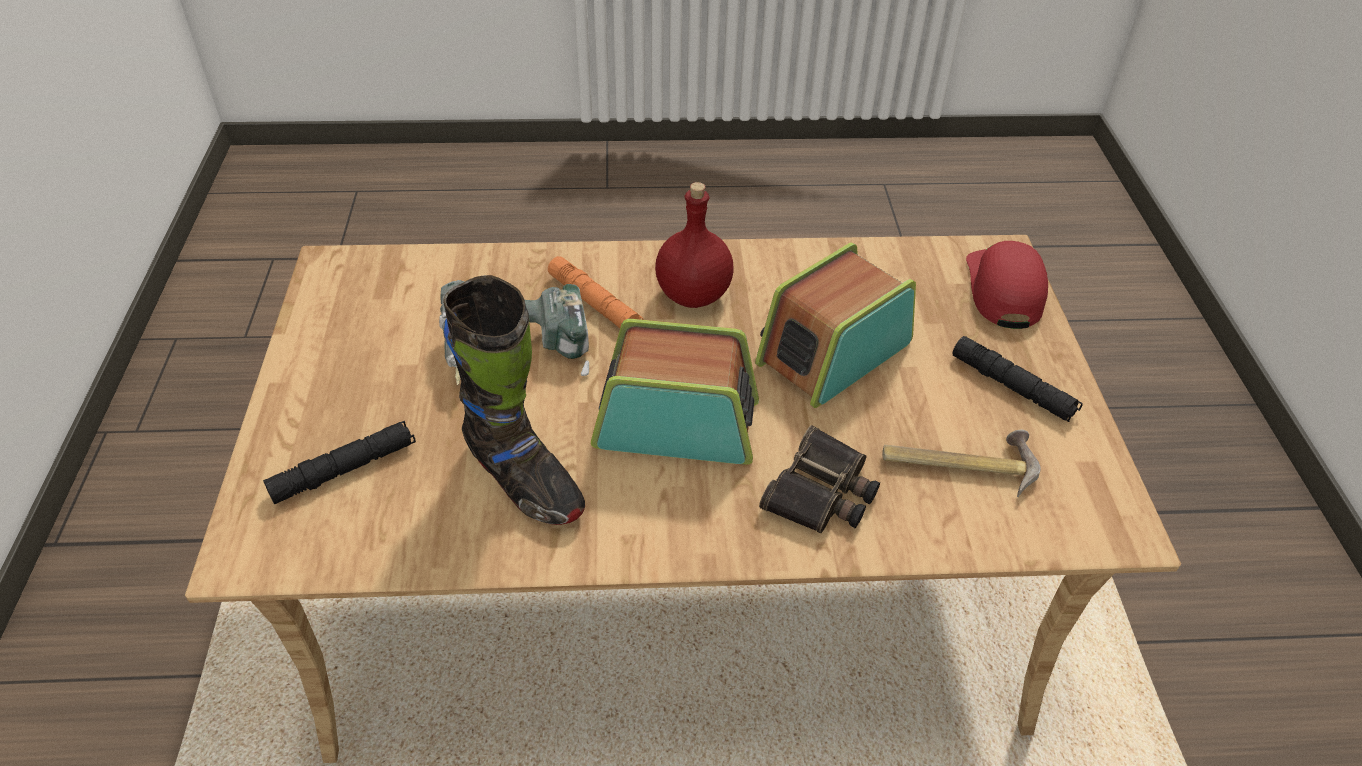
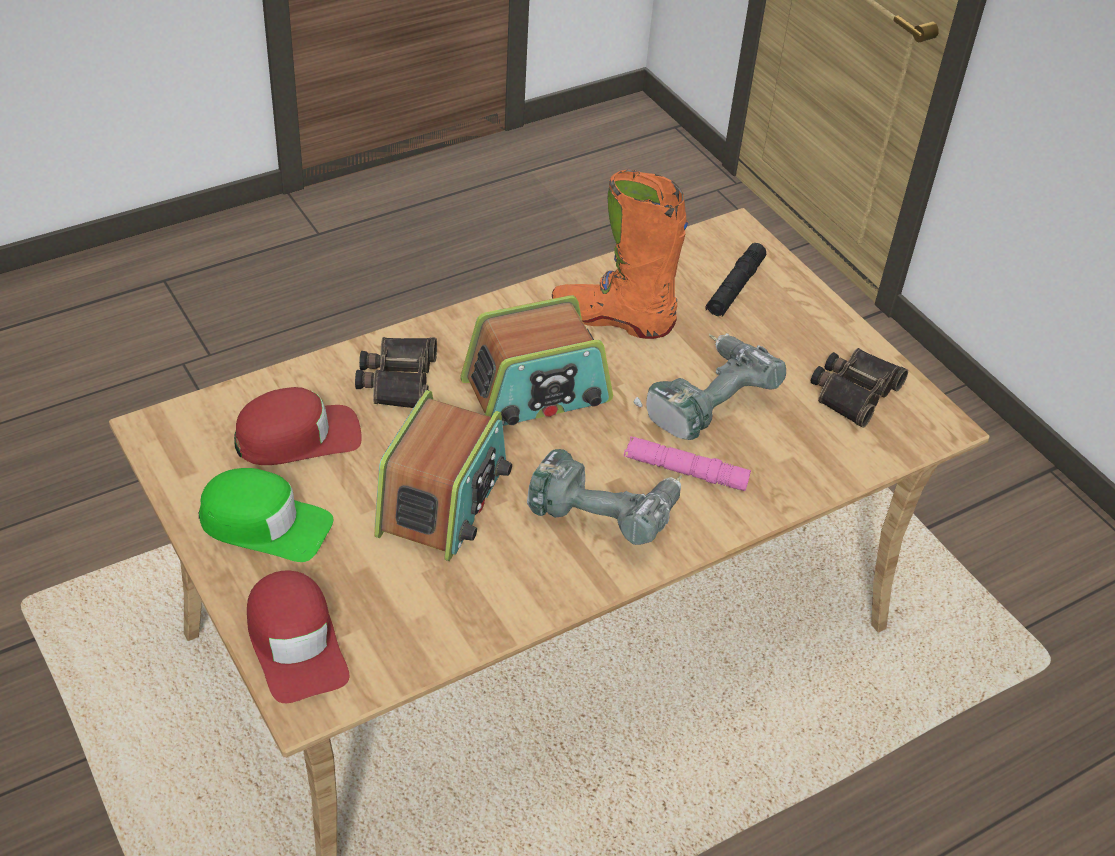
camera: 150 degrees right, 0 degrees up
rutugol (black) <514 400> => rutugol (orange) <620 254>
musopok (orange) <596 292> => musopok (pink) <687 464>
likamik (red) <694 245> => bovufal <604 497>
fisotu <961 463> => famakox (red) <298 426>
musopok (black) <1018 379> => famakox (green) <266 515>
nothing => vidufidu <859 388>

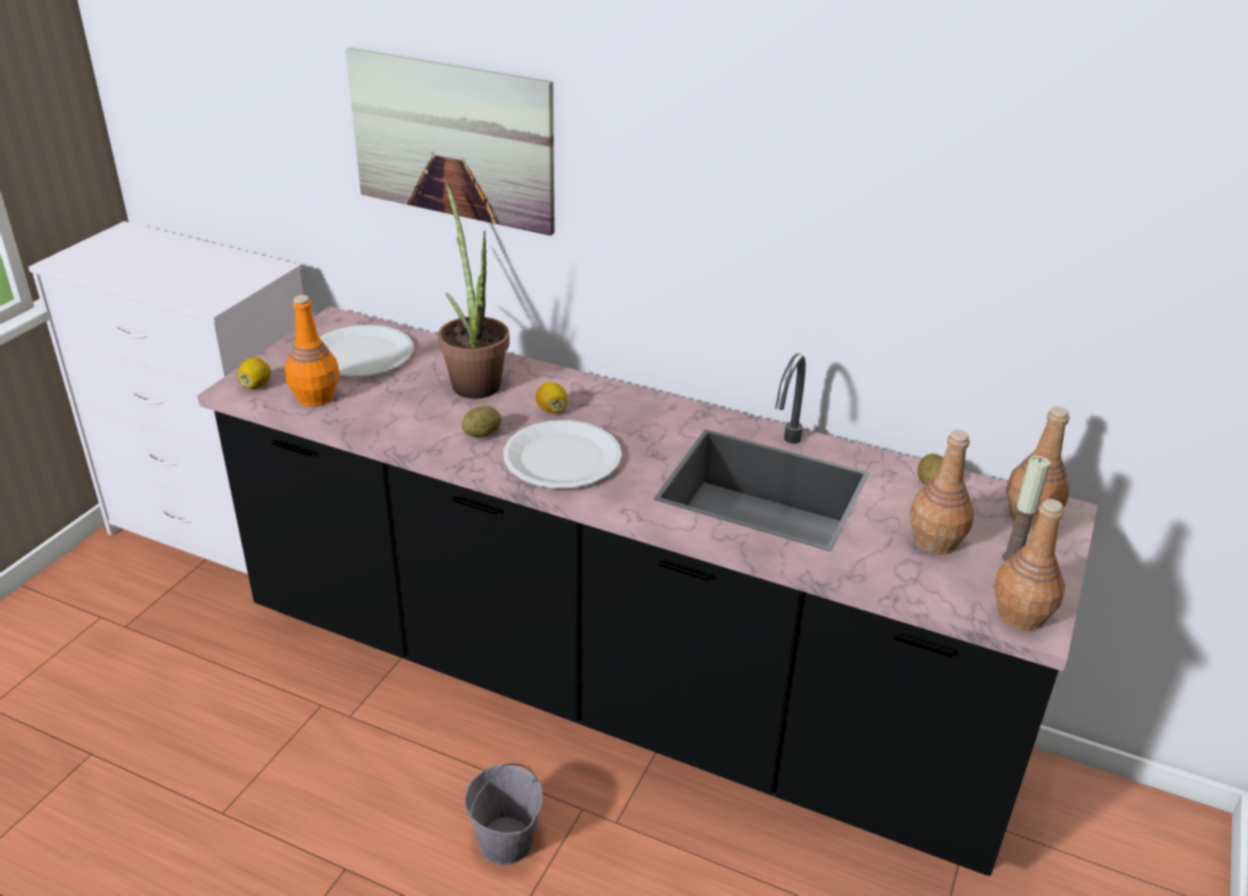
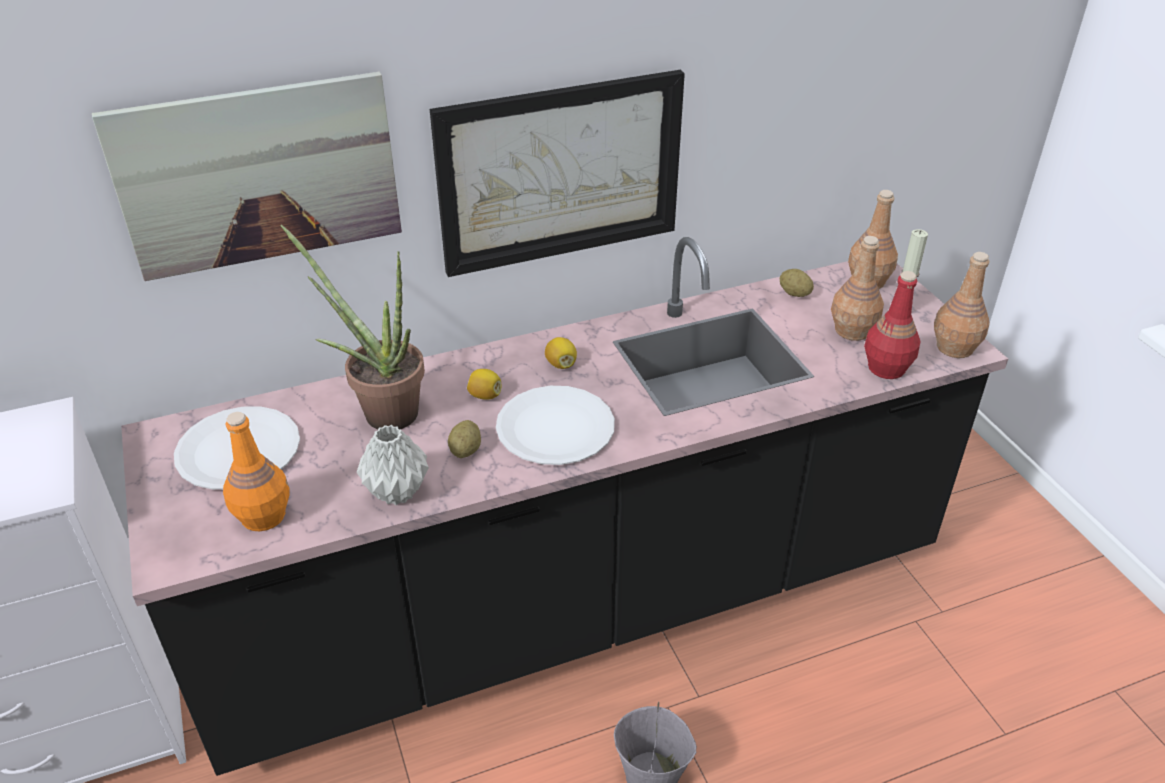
camera: 45 degrees left, 5 degrees up
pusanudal <254 373> => pusanudal <561 353>, shifted
nothing => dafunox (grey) <393 465>
nothing => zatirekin <557 173>
nothing => likamik (red) <892 325>

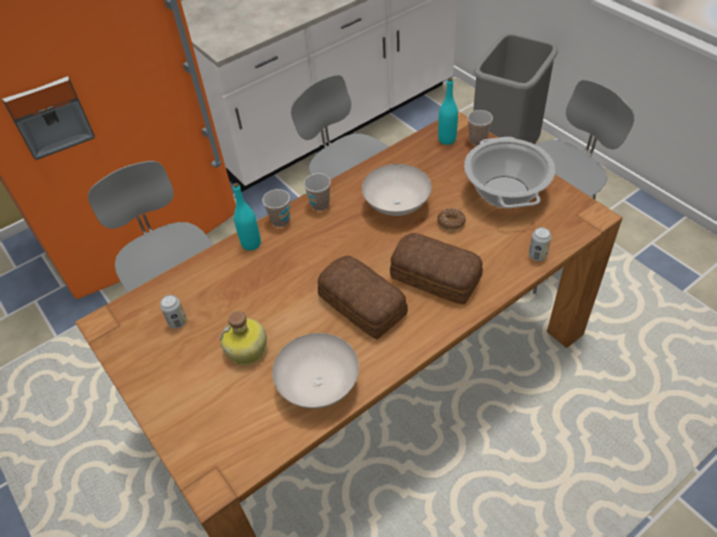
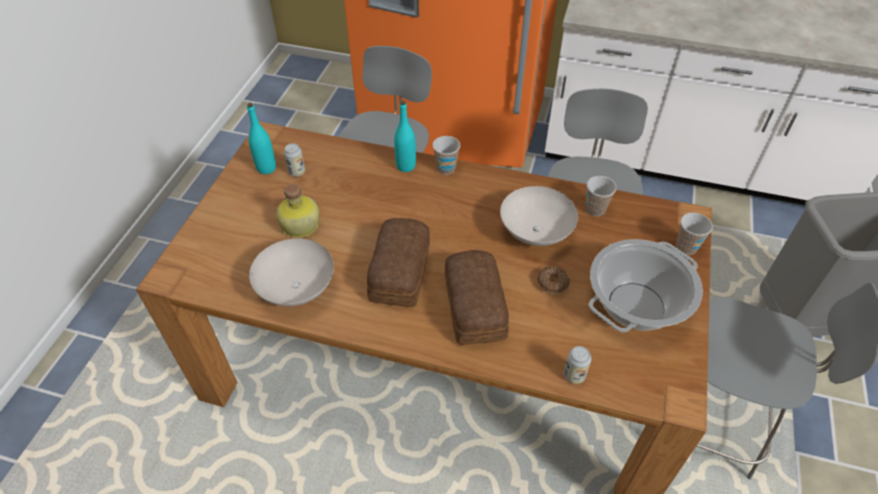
camera: 50 degrees right, 0 degrees up
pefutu <317 192> => pefutu <601 196>, shifted
likamik (turquoise) <448 111> => likamik (turquoise) <261 138>, shifted

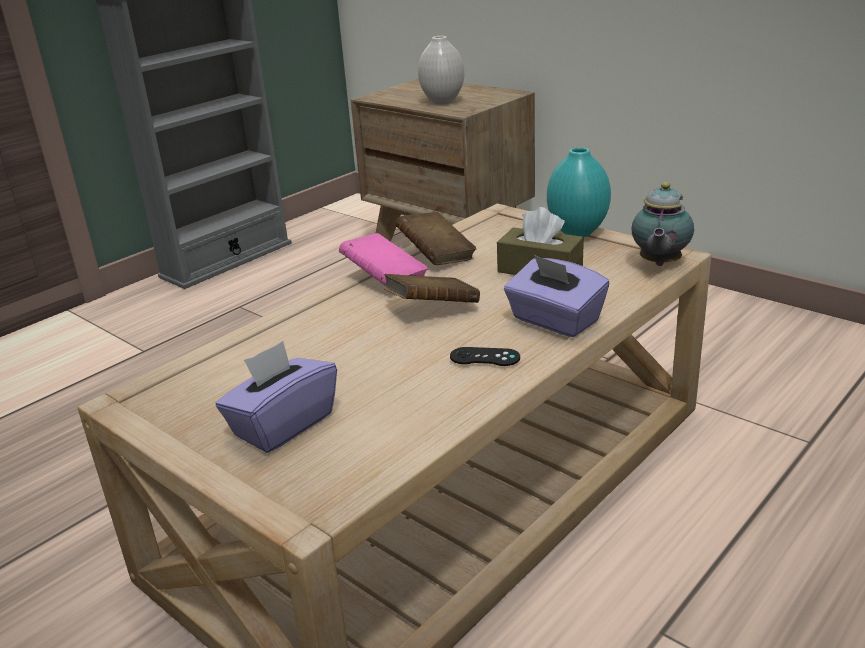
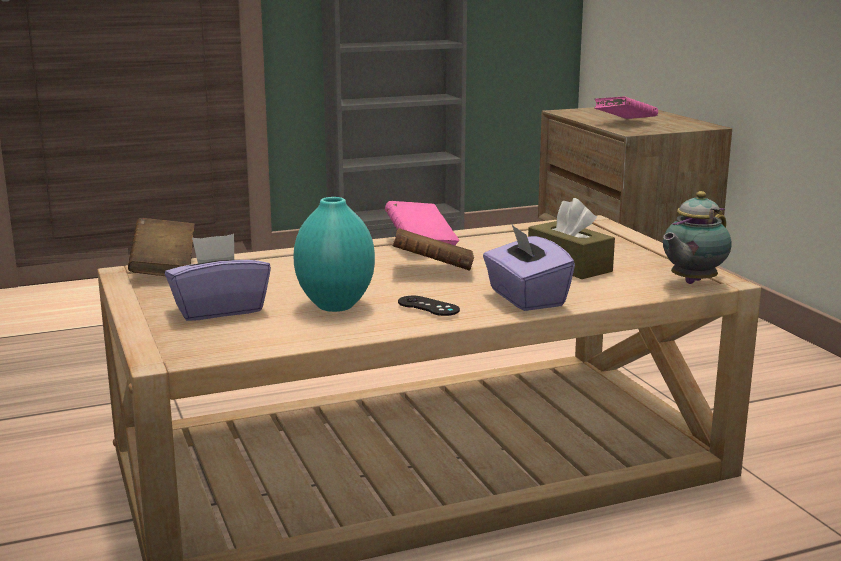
camera: 25 degrees right, 10 degrees down
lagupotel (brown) <435 238> => lagupotel (brown) <161 247>, shifted
dafunox (white) <441 70> => lagupotel (pink) <626 107>
dafunox (turquoise) <579 192> => dafunox (turquoise) <334 254>, shifted

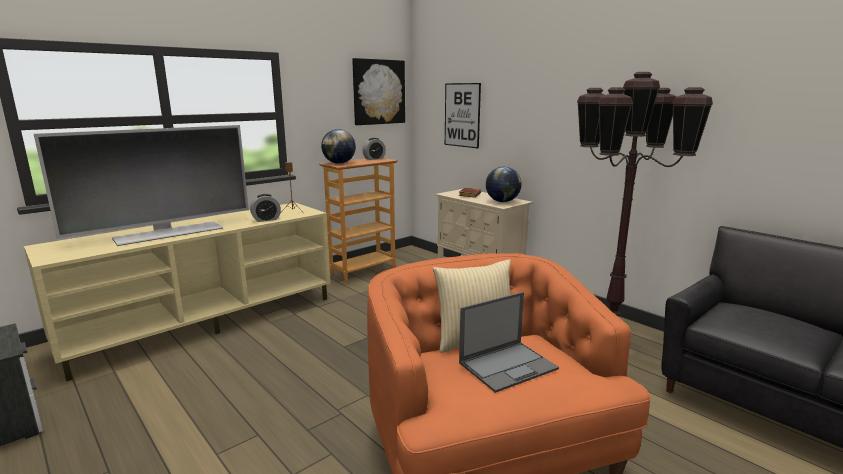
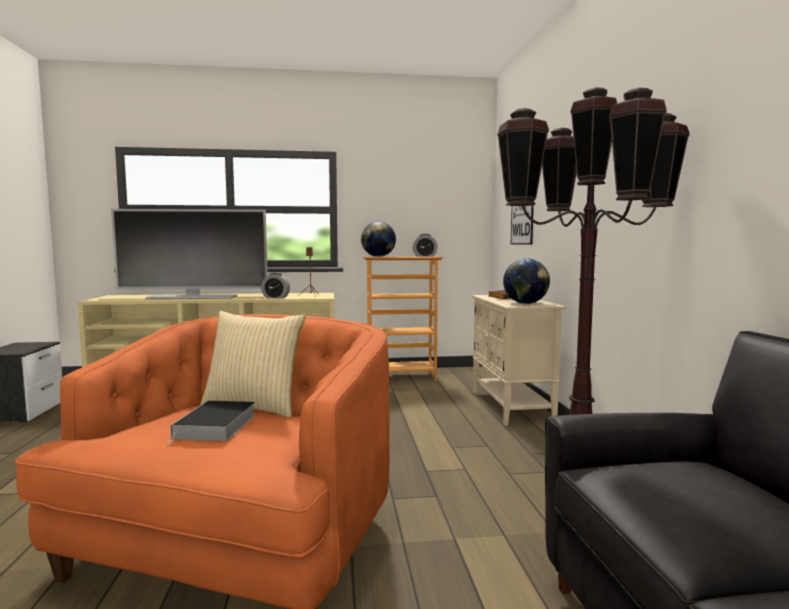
camera: 35 degrees right, 10 degrees down
zatirekin <378 91> => nothing
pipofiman <509 342> => lagupotel <211 423>

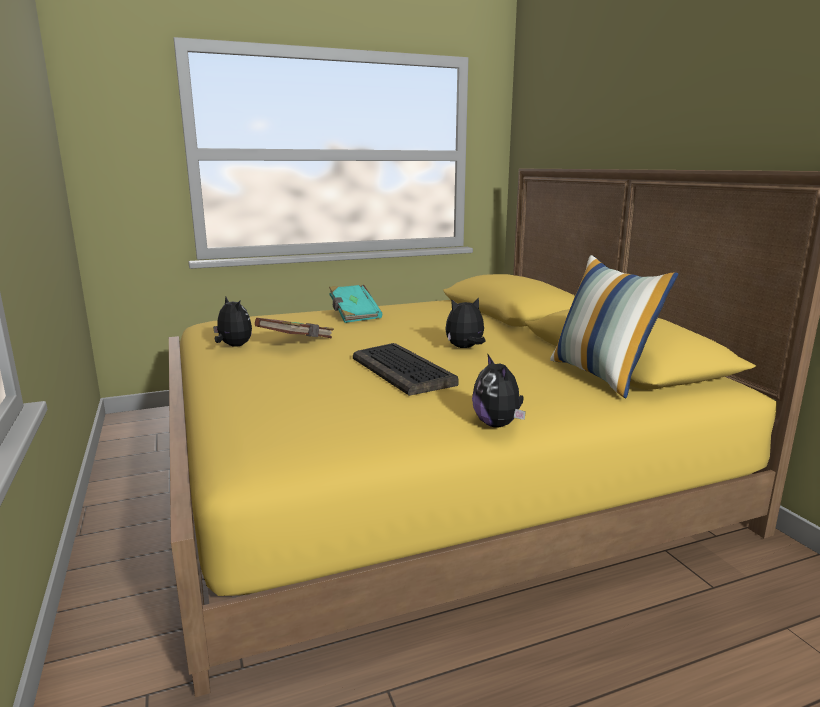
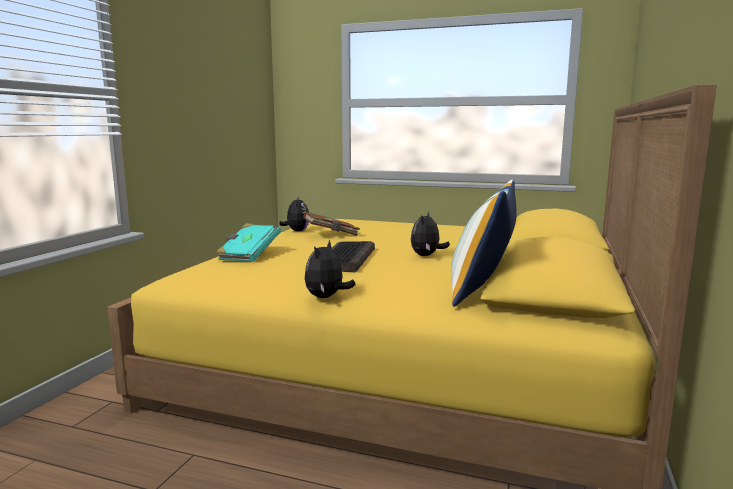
camera: 40 degrees right, 5 degrees down
lagupotel (turquoise) <355 304> => lagupotel (turquoise) <248 242>, shifted
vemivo <465 322> => vemivo <430 234>, 90 degrees counterclockwise

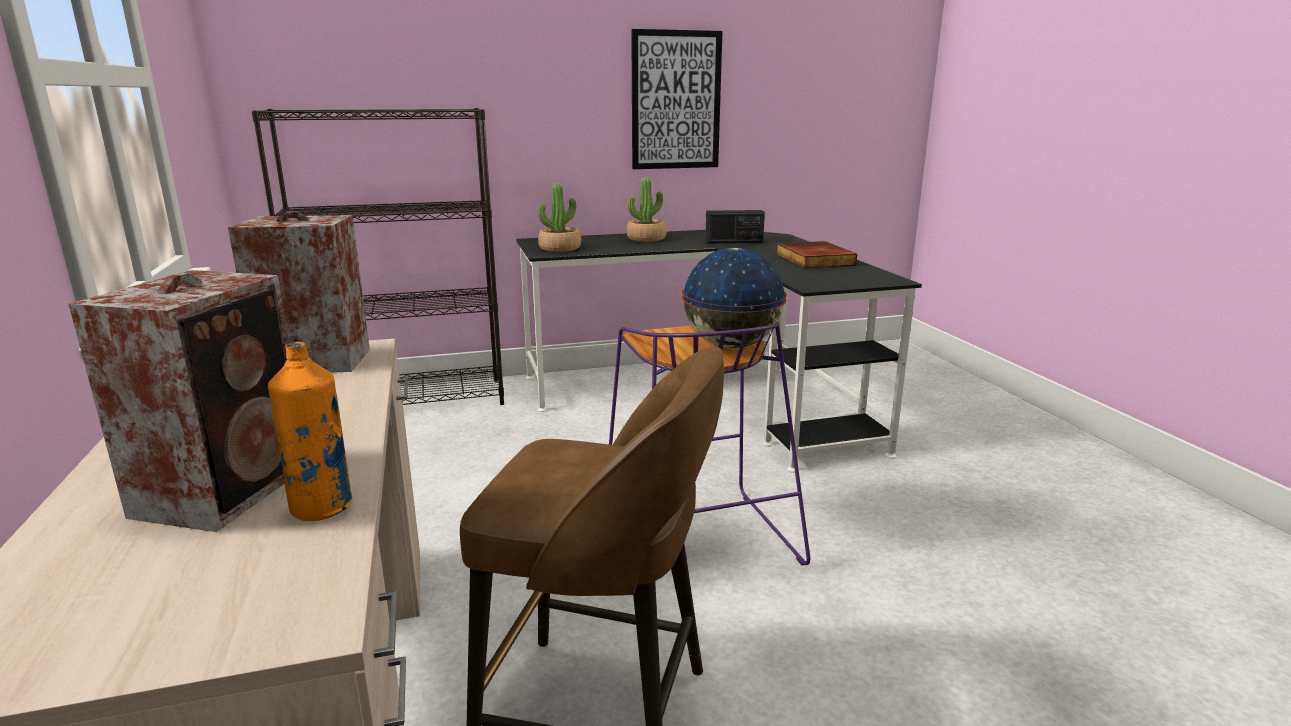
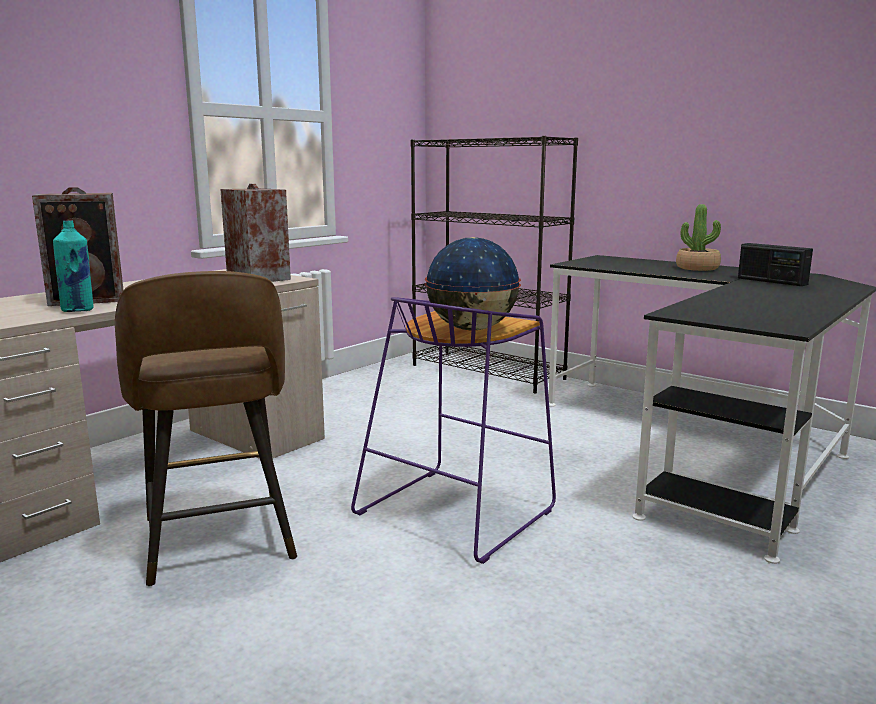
camera: 55 degrees right, 5 degrees down
likamik (orange) <310 431> => likamik (turquoise) <73 266>
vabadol <559 217> => nothing
zatirekin <677 99> => nothing
lagupotel <816 254> => nothing

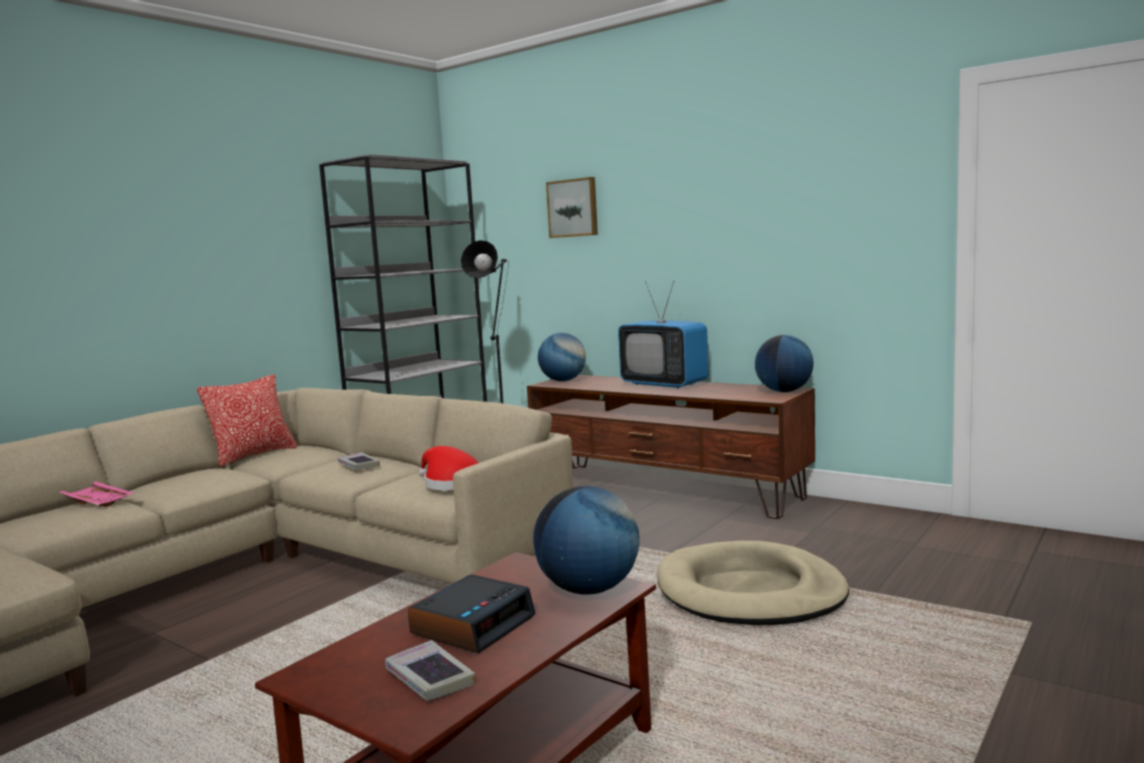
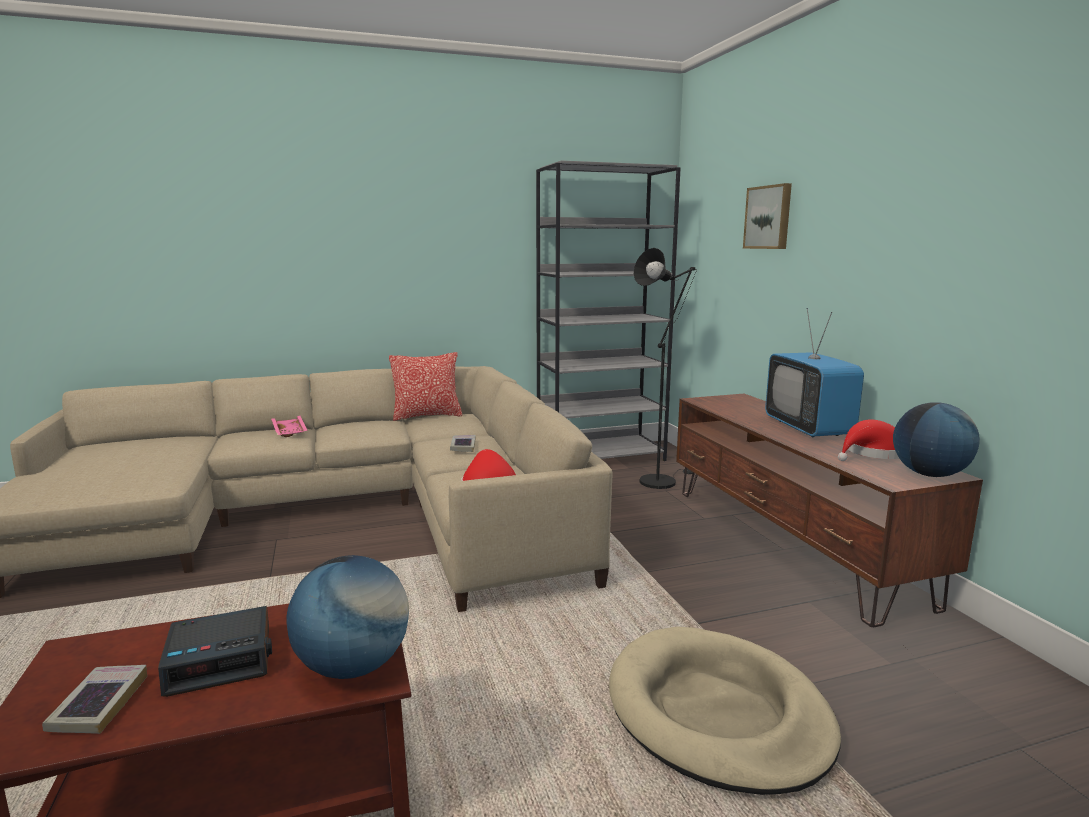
camera: 35 degrees right, 5 degrees up
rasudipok <562 357> => nothing
nothing => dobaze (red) <869 440>

